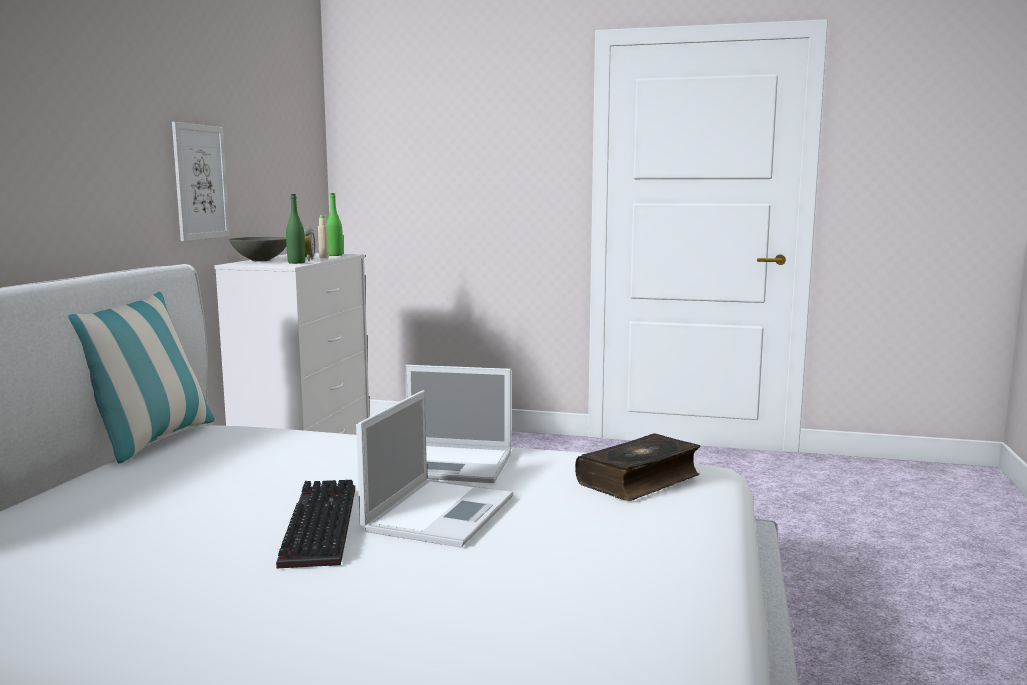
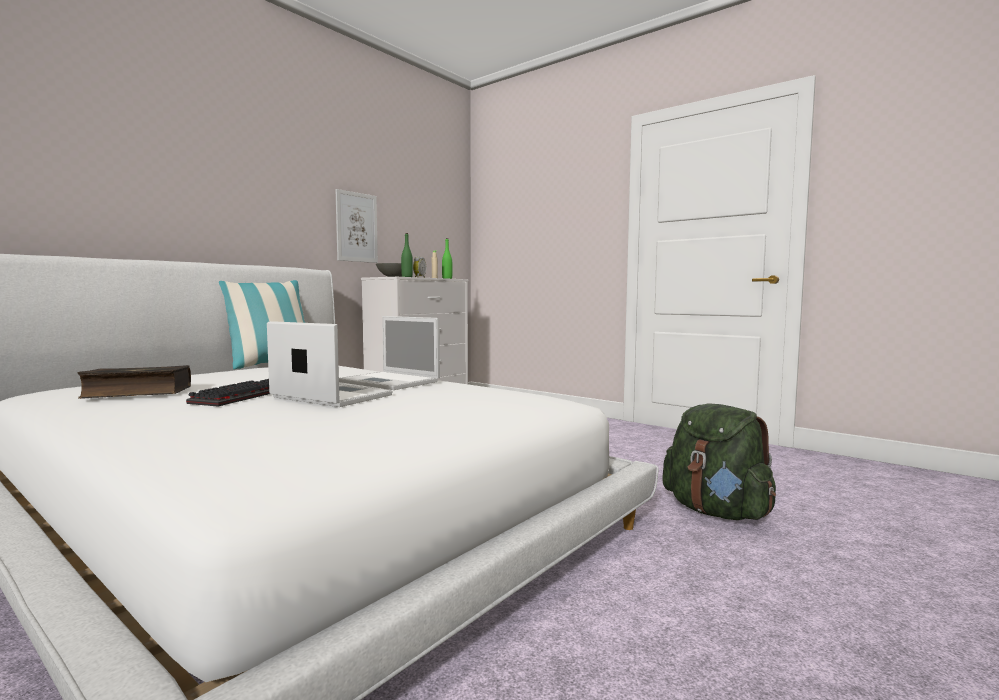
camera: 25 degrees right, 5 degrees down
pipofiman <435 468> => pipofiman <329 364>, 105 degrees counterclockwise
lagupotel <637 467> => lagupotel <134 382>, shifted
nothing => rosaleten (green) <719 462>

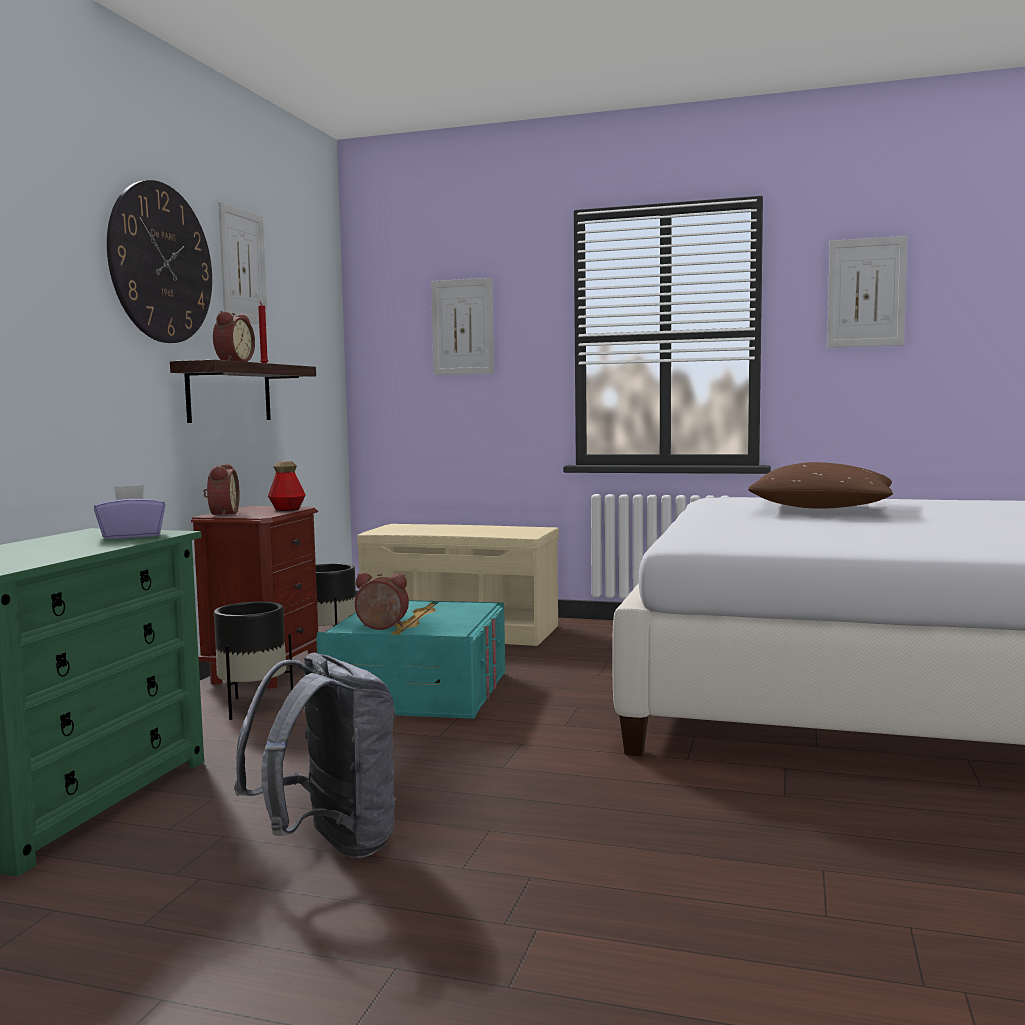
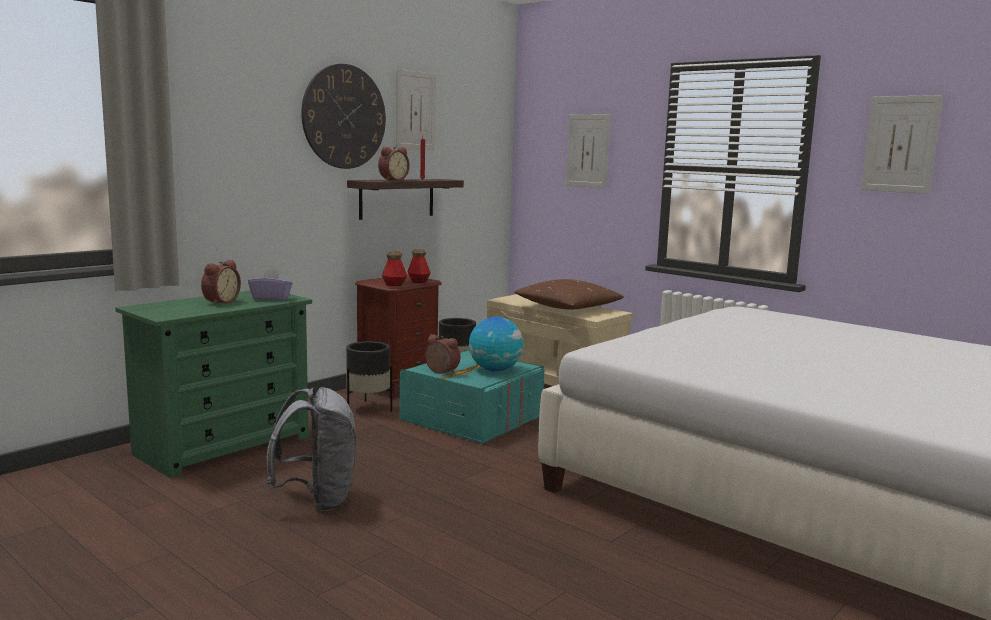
camera: 25 degrees right, 5 degrees up
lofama <222 490> => lofama <221 282>, shifted
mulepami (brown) <820 485> => mulepami (brown) <569 294>, shifted
nothing => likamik <394 268>
nothing => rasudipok <496 344>

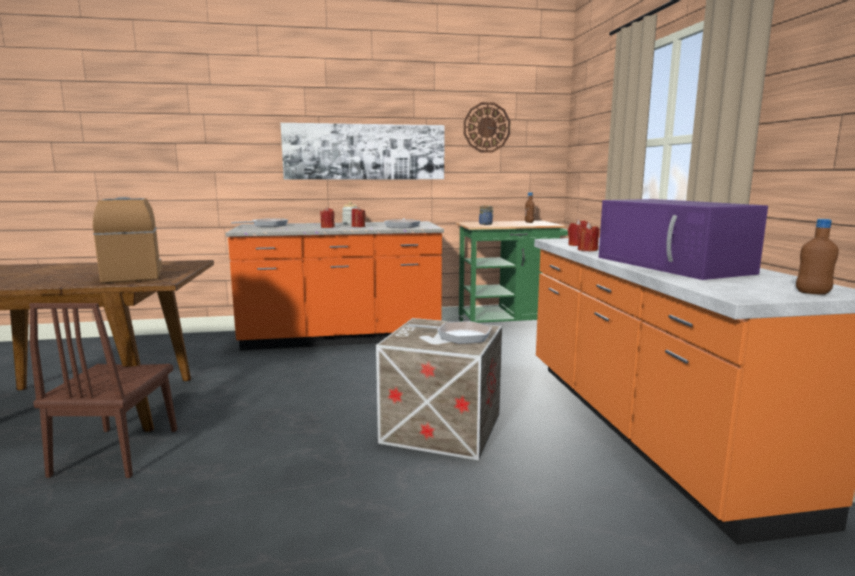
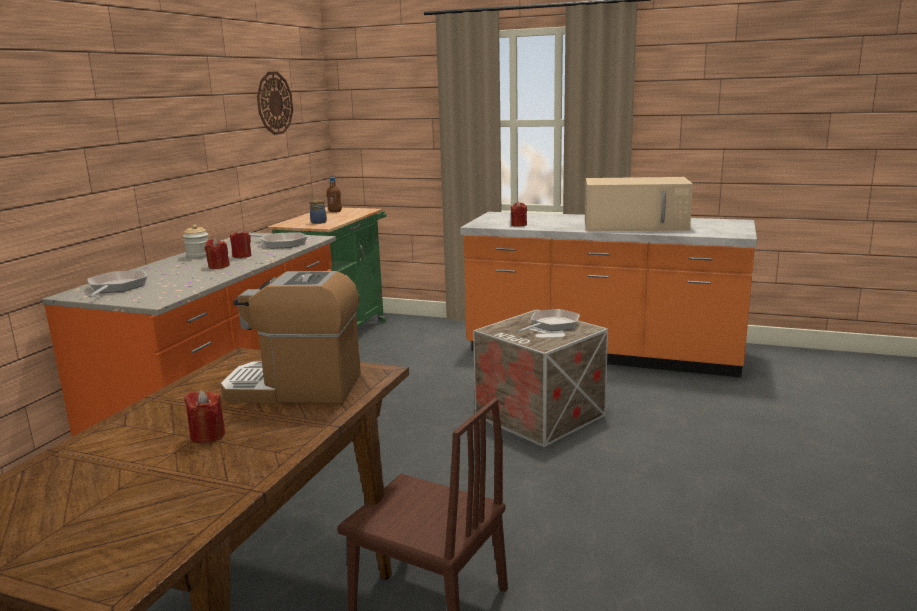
camera: 60 degrees left, 5 degrees up
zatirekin <363 151> => nothing
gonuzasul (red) <588 236> => gonuzasul (red) <204 416>, shifted
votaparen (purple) <683 239> => votaparen (beige) <639 204>
likamik (brown) <817 257> => nothing

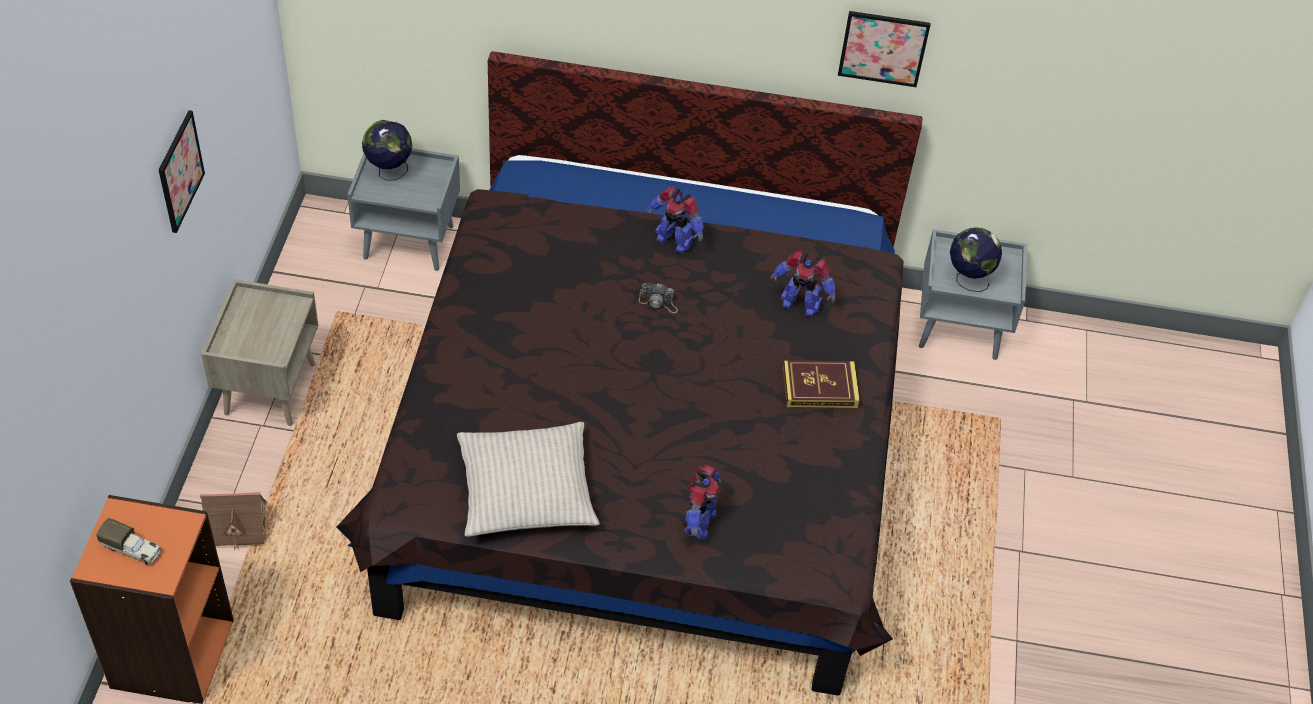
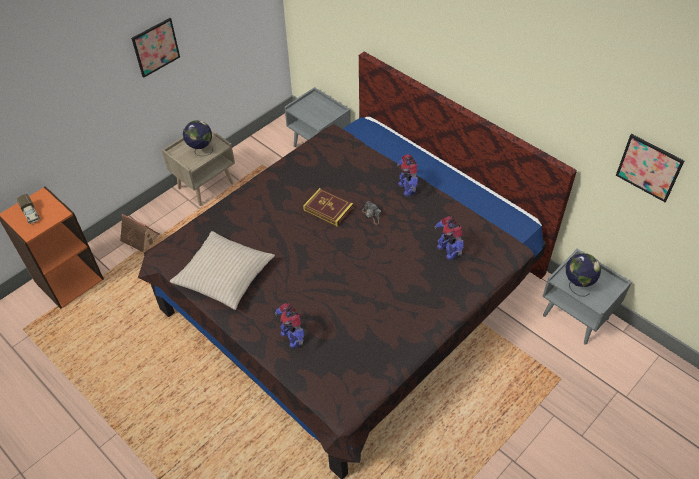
camera: 40 degrees right, 0 degrees up
rasudipok <387 150> => rasudipok <198 138>, shifted
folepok <701 502> => folepok <290 326>, 90 degrees clockwise
lagupotel <821 384> => lagupotel <328 207>, shifted
zatirekin <884 49> => zatirekin <650 168>, shifted

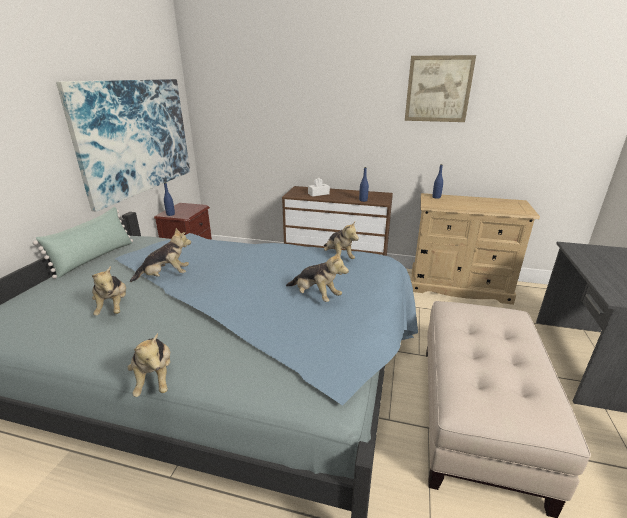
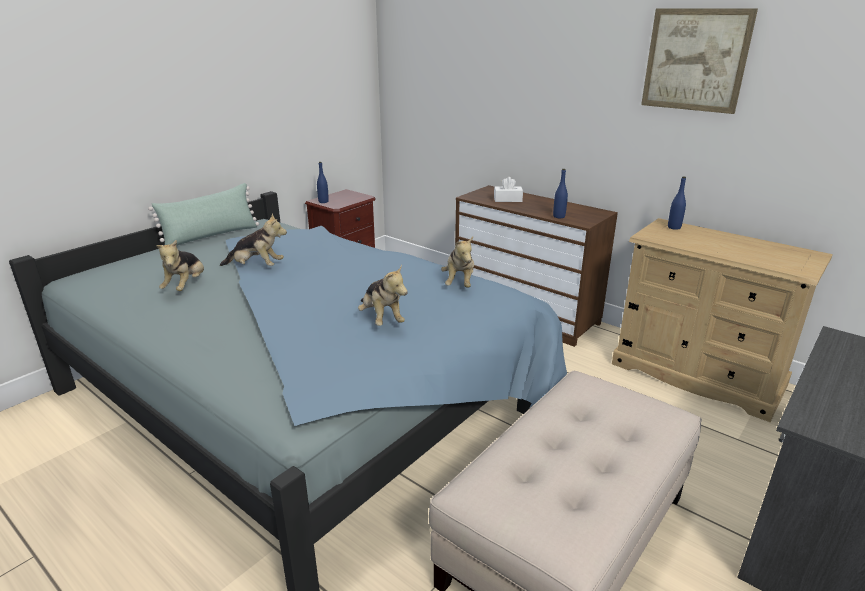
camera: 25 degrees right, 0 degrees up
zatirekin <123 145> => nothing
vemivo <148 365> => nothing

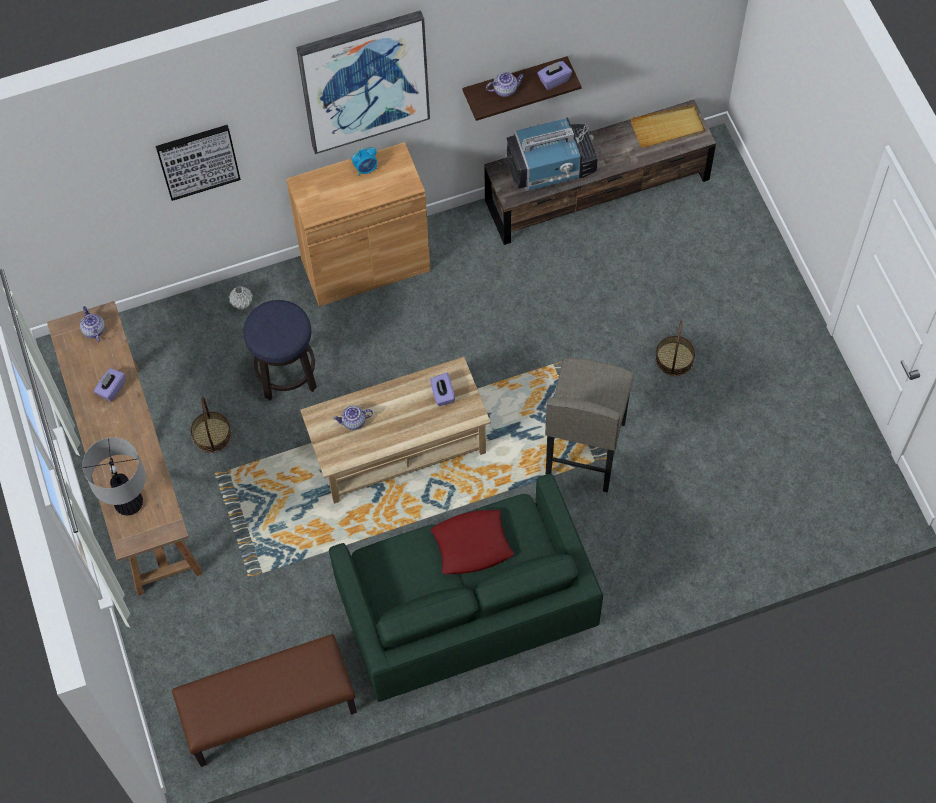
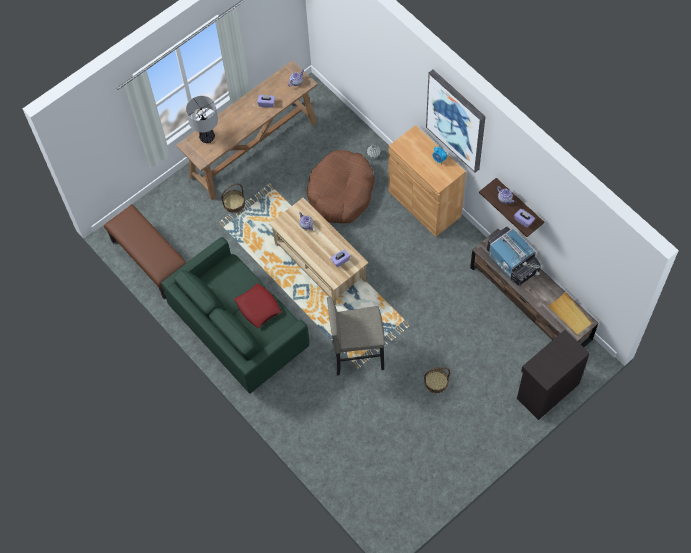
camera: 70 degrees right, 0 degrees up
zatirekin <198 163> => nothing
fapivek <211 425> => fapivek <233 198>, shifted
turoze <280 350> => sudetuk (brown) <341 187>
nothing => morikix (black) <553 375>

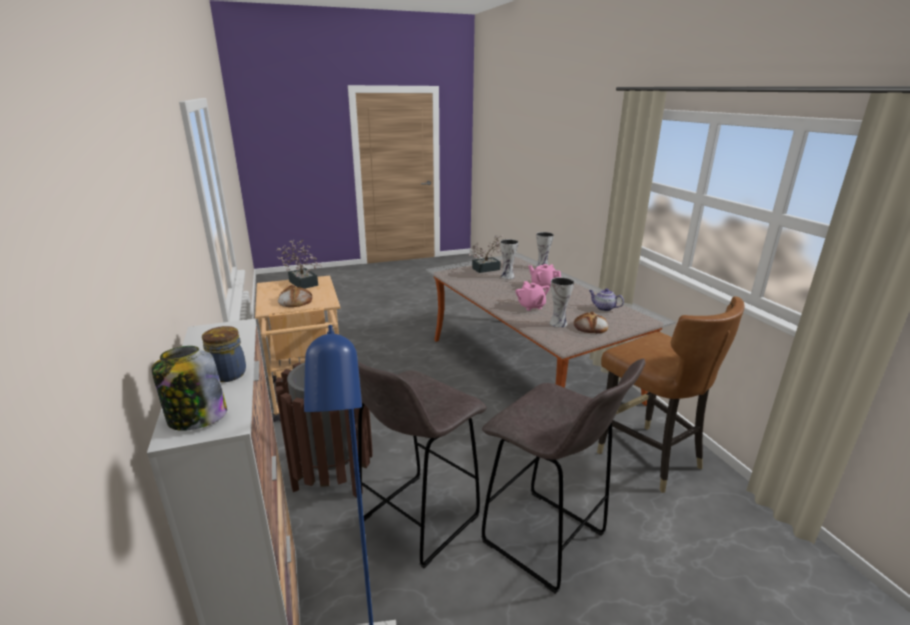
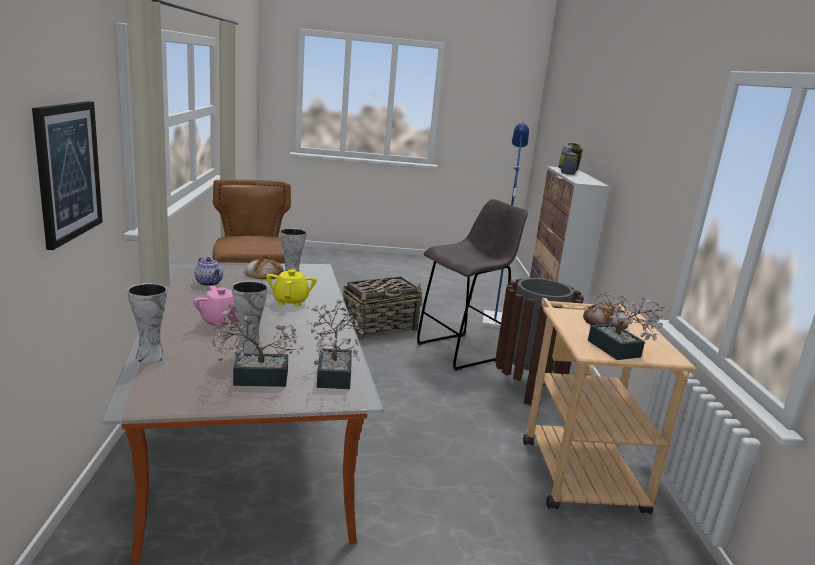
camera: 165 degrees left, 5 degrees down
turoze (grey) <563 476> => fapivek <383 308>
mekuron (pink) <533 296> => mekuron (yellow) <291 287>
nothing => zatirekin <67 175>
nothing => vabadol <335 344>

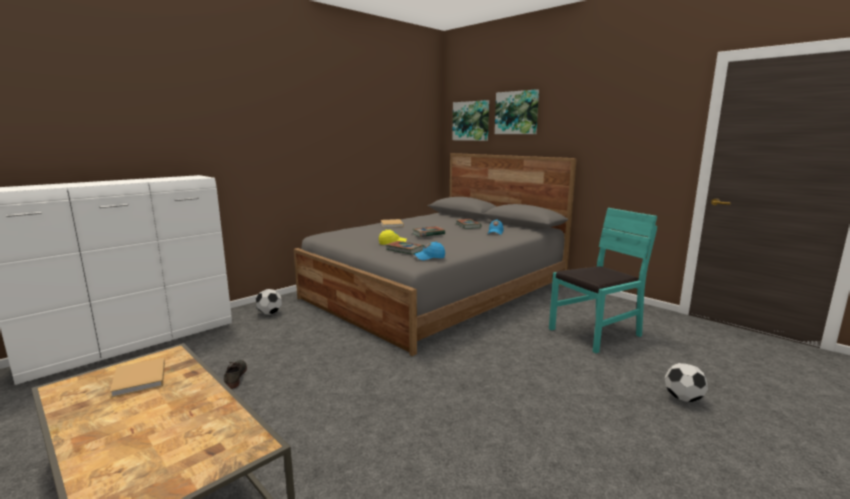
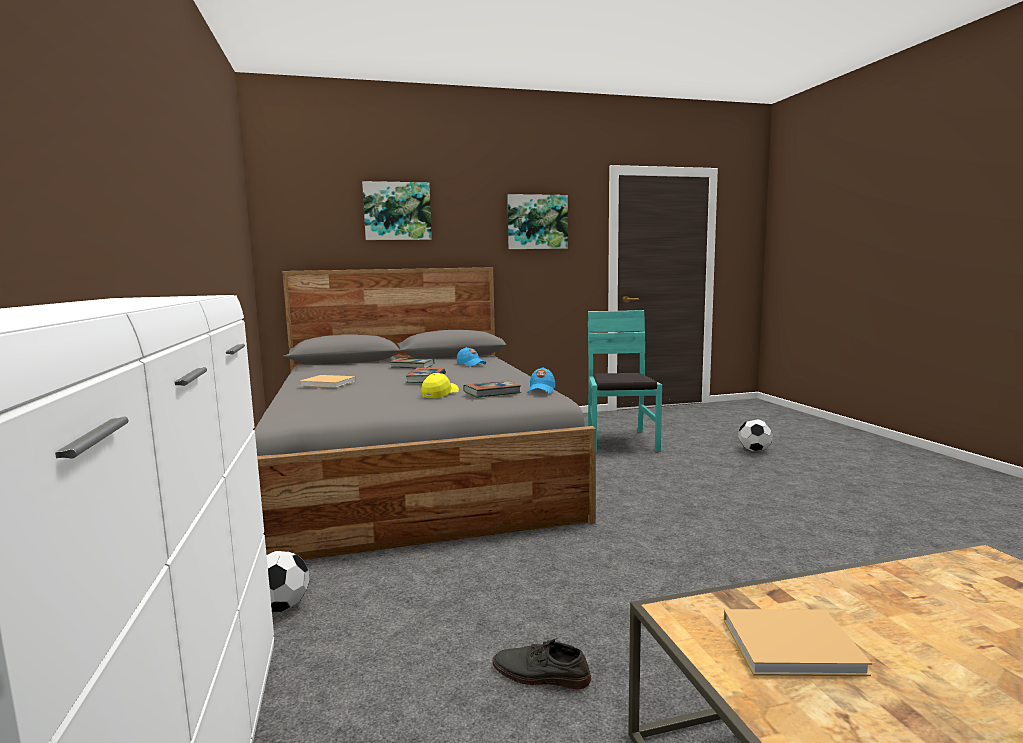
camera: 60 degrees left, 5 degrees down
zatirekin <470 120> => zatirekin <537 221>, shifted

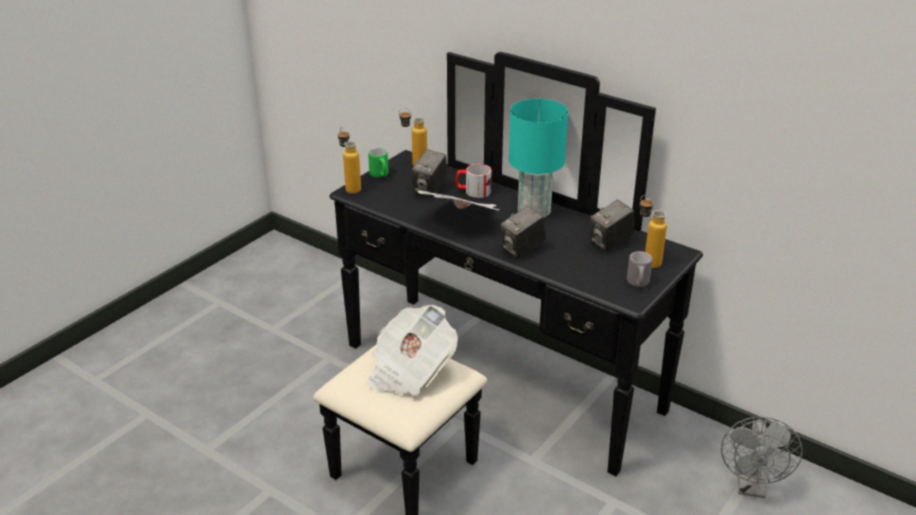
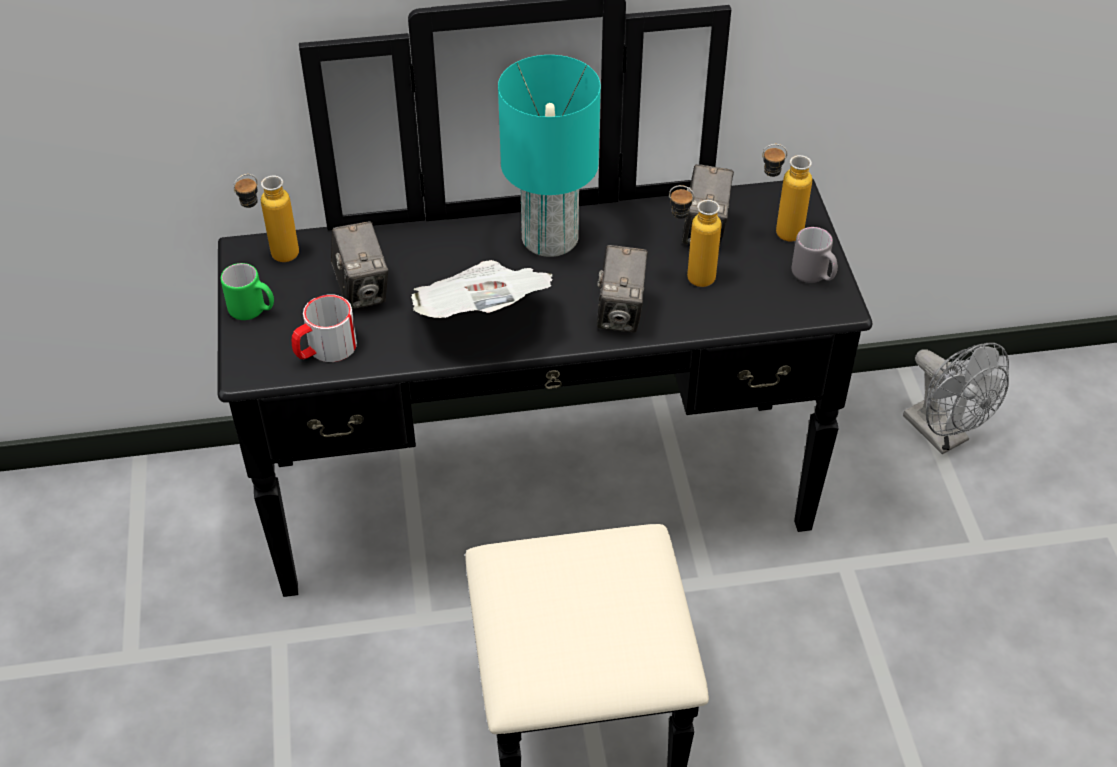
camera: 45 degrees left, 15 degrees up
likamik <349 160> => likamik <695 236>, shifted
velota <412 350> => nothing
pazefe <474 181> => pazefe <324 328>, shifted

